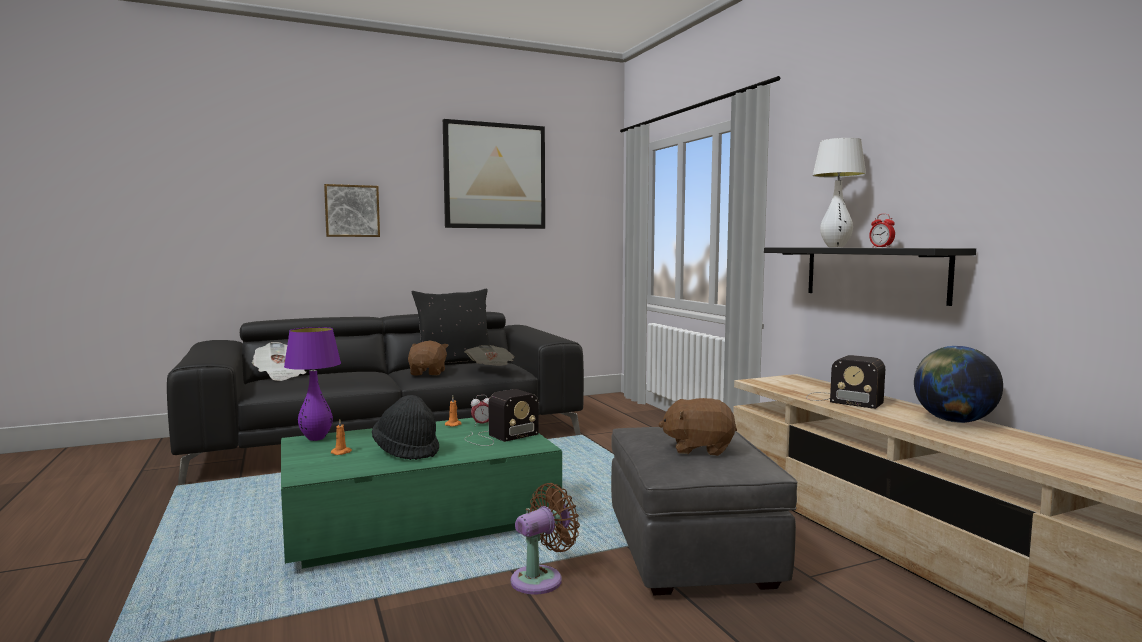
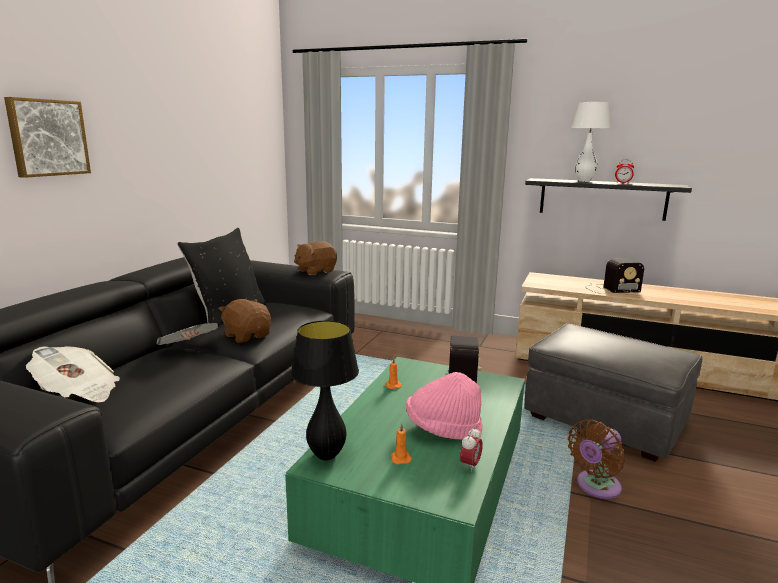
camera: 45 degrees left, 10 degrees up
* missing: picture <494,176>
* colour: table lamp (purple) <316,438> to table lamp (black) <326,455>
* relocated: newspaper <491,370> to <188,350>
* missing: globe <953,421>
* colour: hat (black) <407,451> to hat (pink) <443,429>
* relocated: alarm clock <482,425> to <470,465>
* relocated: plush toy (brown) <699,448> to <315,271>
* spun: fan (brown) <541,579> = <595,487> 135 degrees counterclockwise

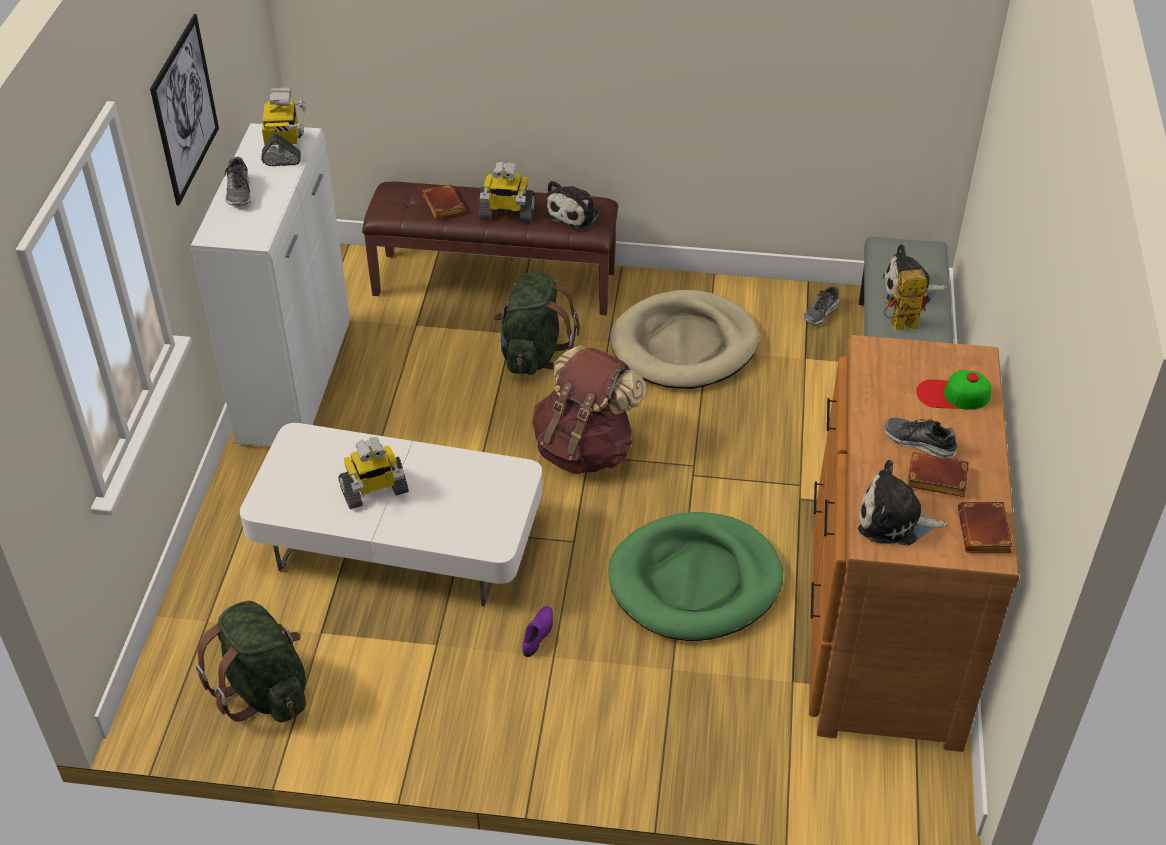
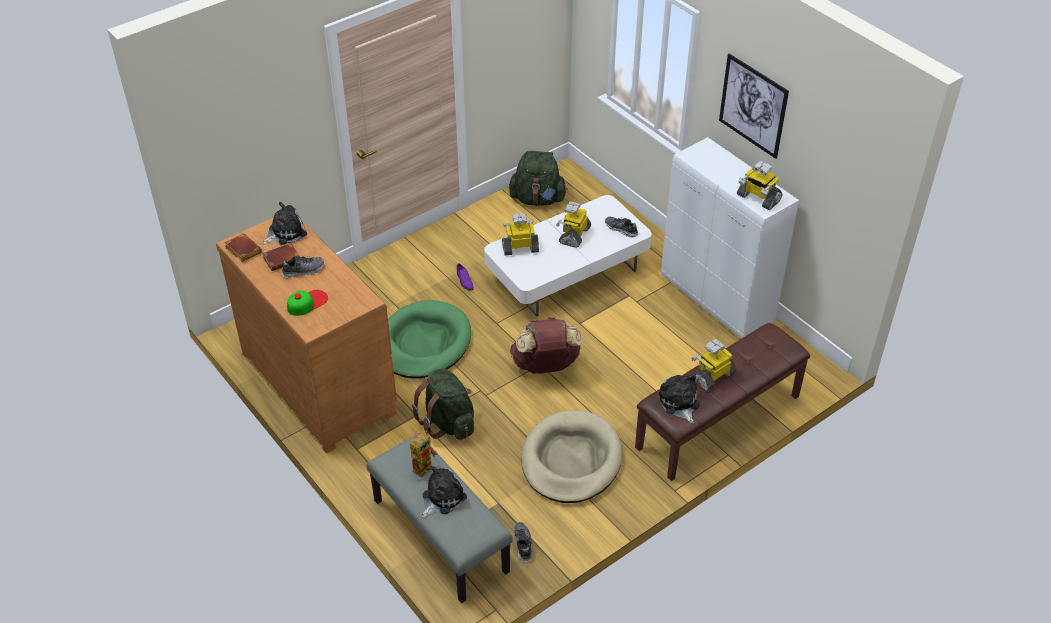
camera: 135 degrees right, 0 degrees up
* relocated: shoe <239,192> to <621,229>
* missing: book (brown) <442,205>
* relocated: backpack (green) <534,355> to <448,422>
* appeared: toy robot <520,248>

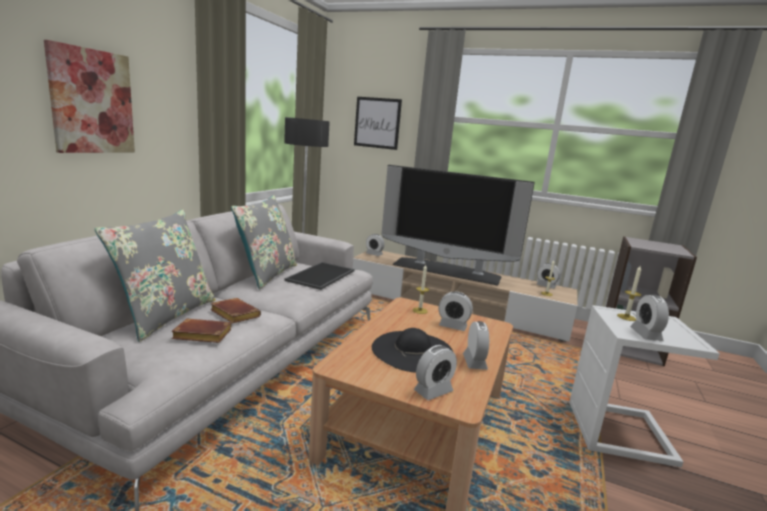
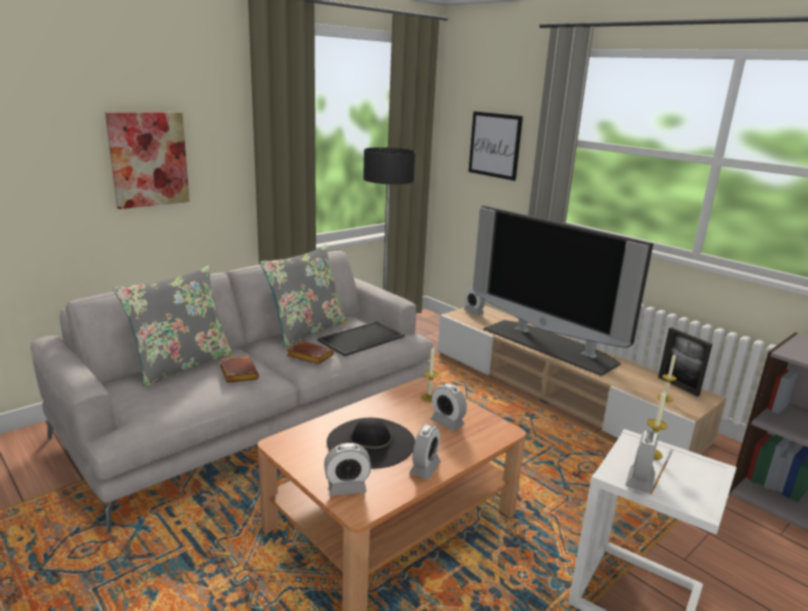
camera: 25 degrees right, 5 degrees up
* exchanged: alarm clock <546,286> to picture frame <678,386>
* relocated: book (brown) <200,336> to <308,356>

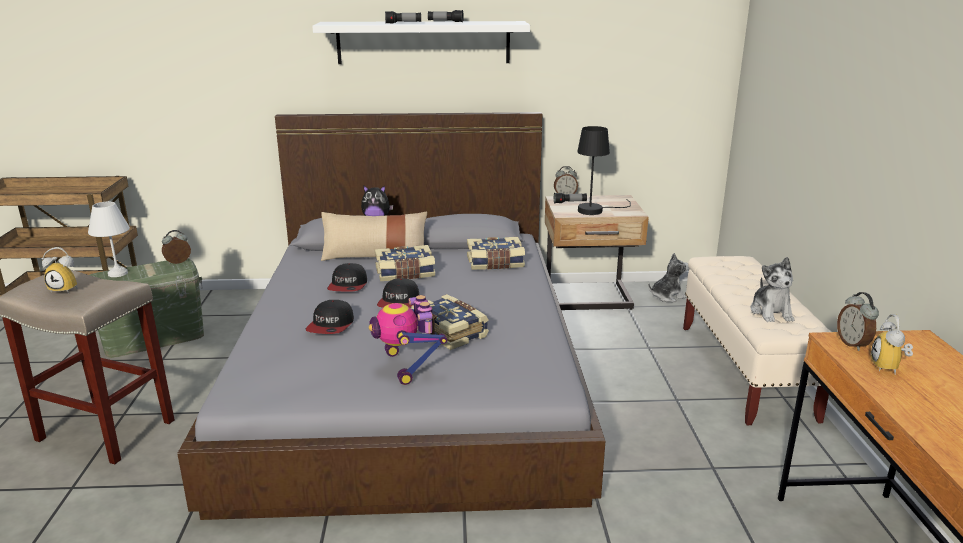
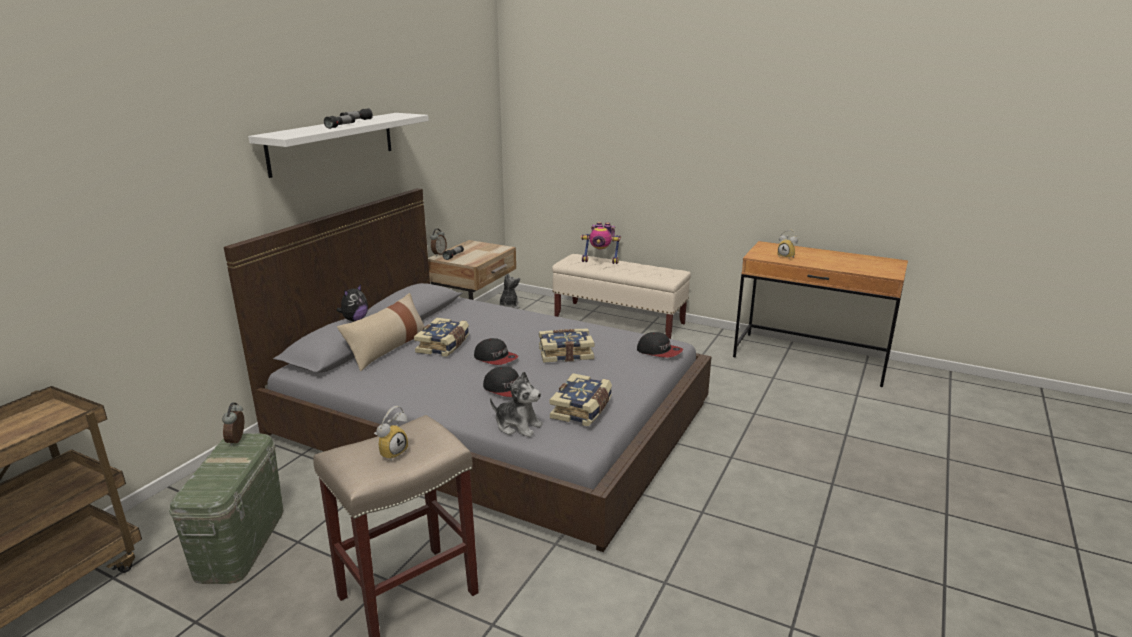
camera: 60 degrees left, 0 degrees up
* missing: table lamp (black) <596,210>
* missing: table lamp (white) <119,273>
* relocated: book <495,263> to <582,410>
* relocated: plush toy <771,312> to <518,426>
* relocated: cap <348,286> to <659,351>
* missing: alarm clock <853,344>
* relocated: toy robot <408,366> to <601,261>

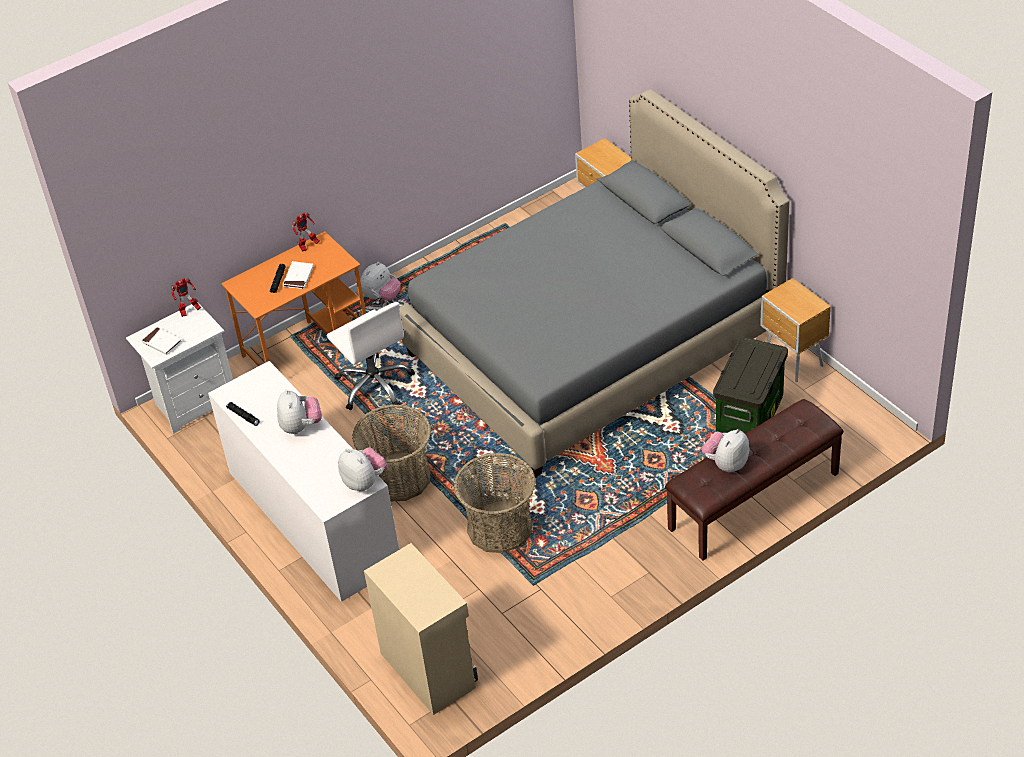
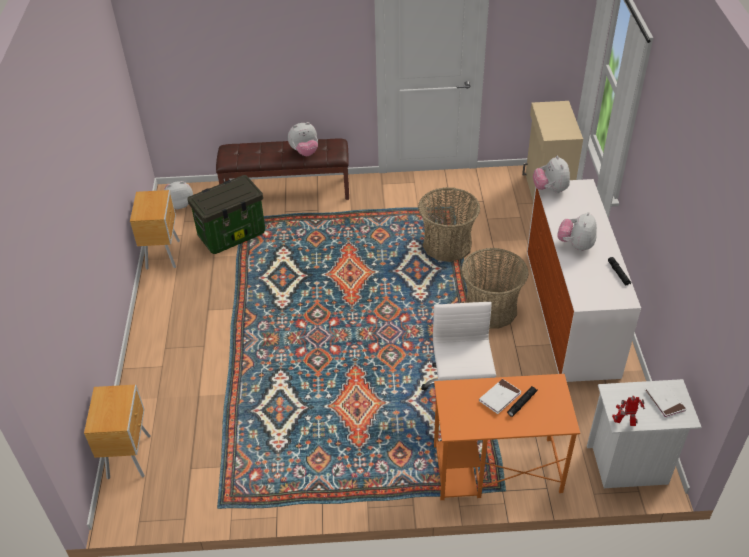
camera: 150 degrees left, 0 degrees up
* missing: bed (grey) <593,343>
* missing: toy robot <308,246>
* relocated: plush toy <381,297> to <180,204>

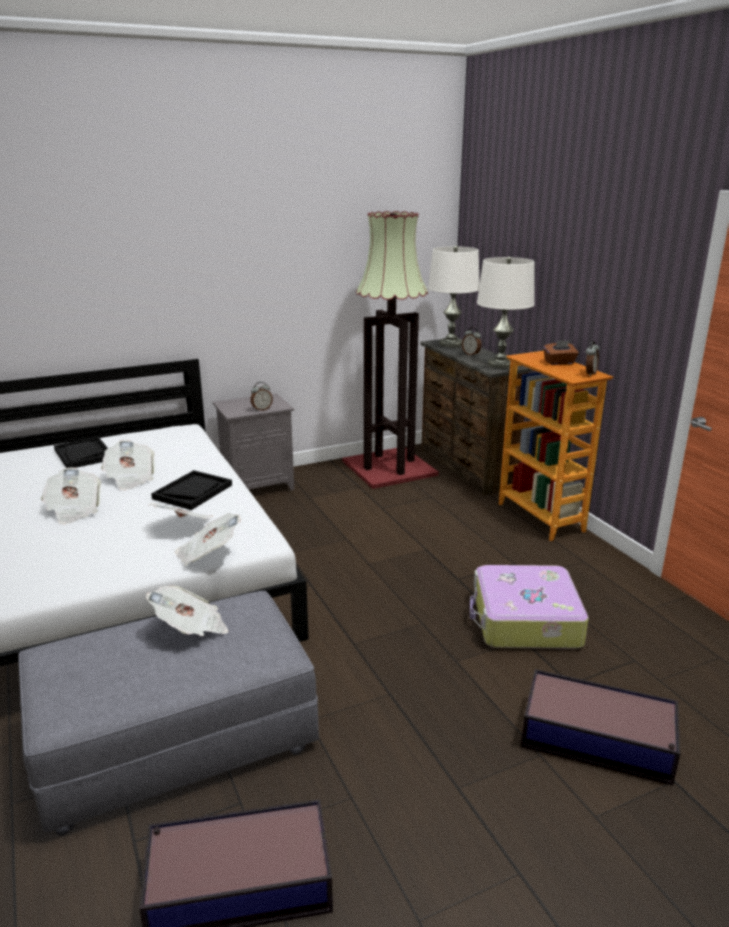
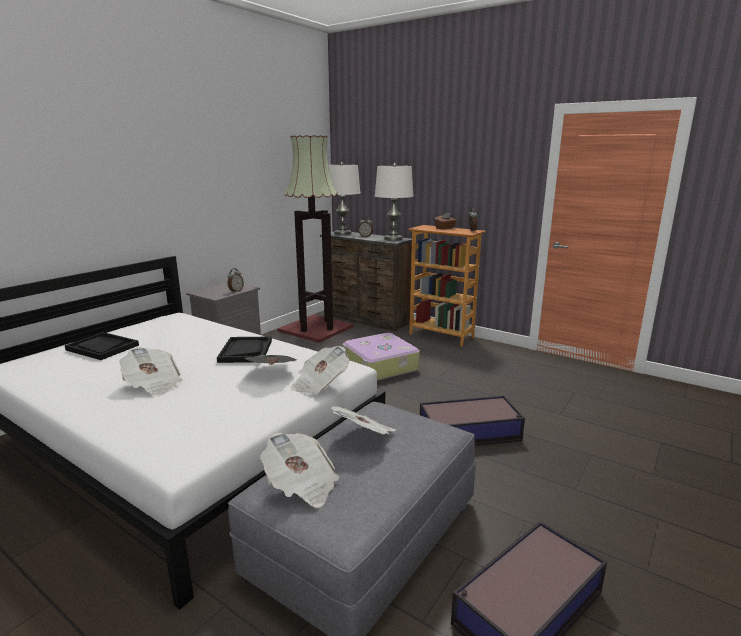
camera: 30 degrees left, 5 degrees down
* relocated: newspaper <130,478> to <301,485>
* relocated: suitcase <524,621> to <379,366>
* relocated: storage box <599,739> to <470,432>

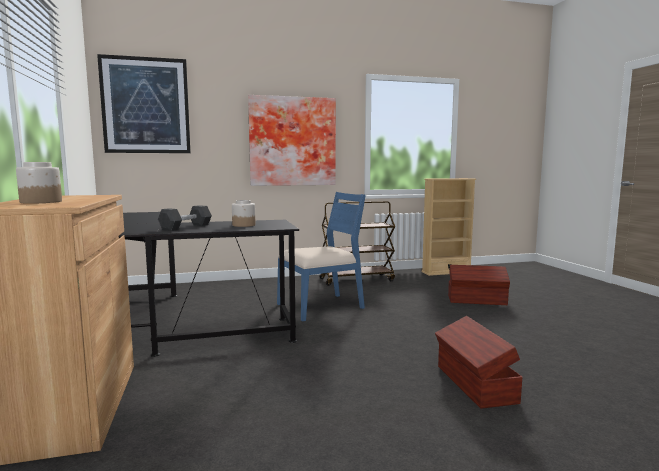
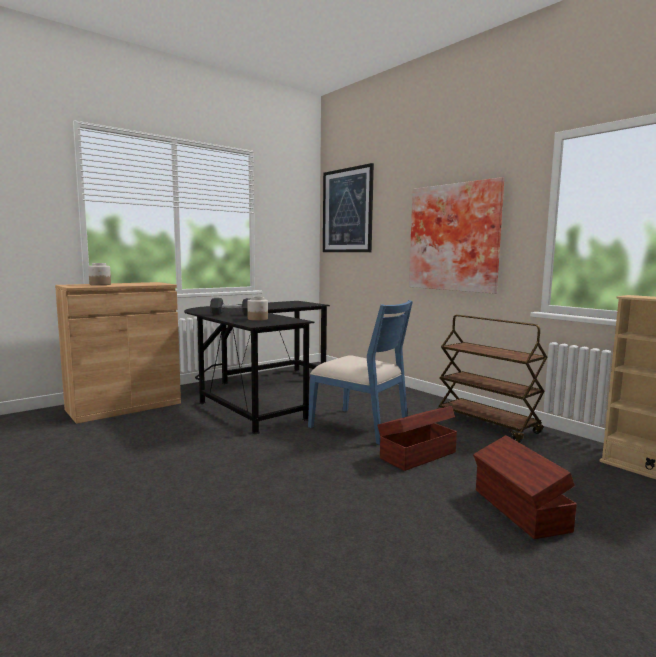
camera: 65 degrees right, 0 degrees up
* relocated: storage box (brown) <474,384> to <416,455>

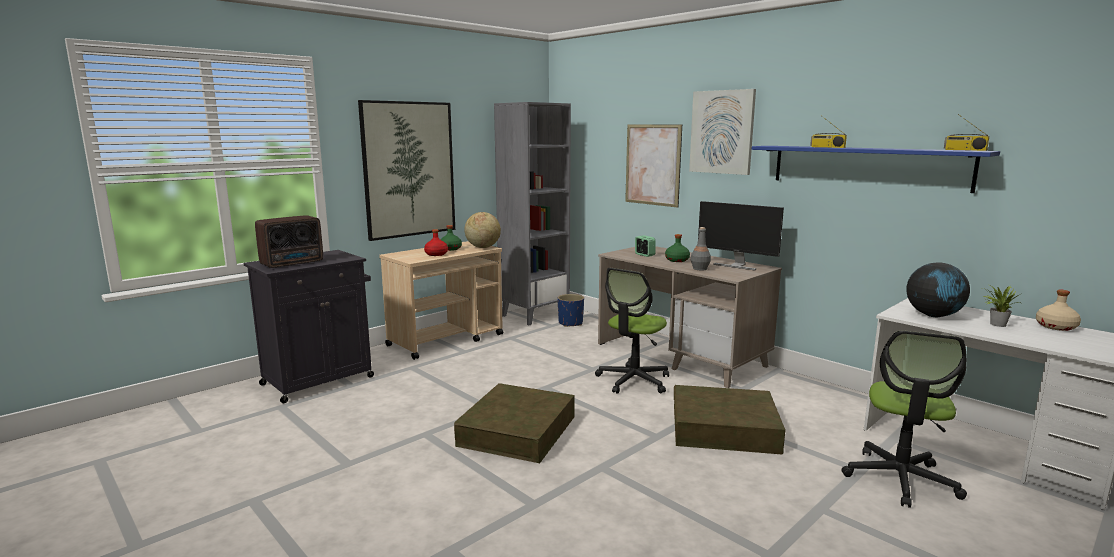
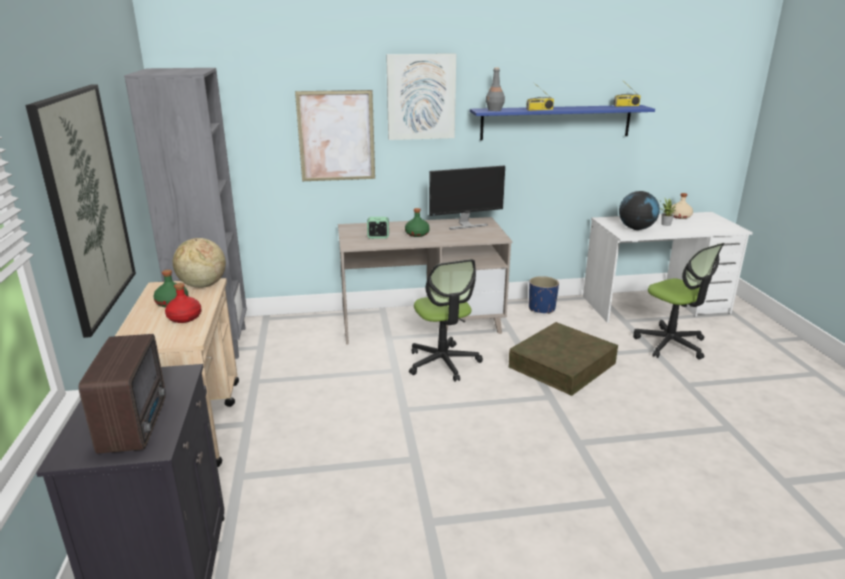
camera: 55 degrees left, 10 degrees up
* relocated: bottle (grey) <700,269> to <494,110>
* relocated: planter (blue) <571,323> to <542,308>
* missing: storage box (brown) <517,431>

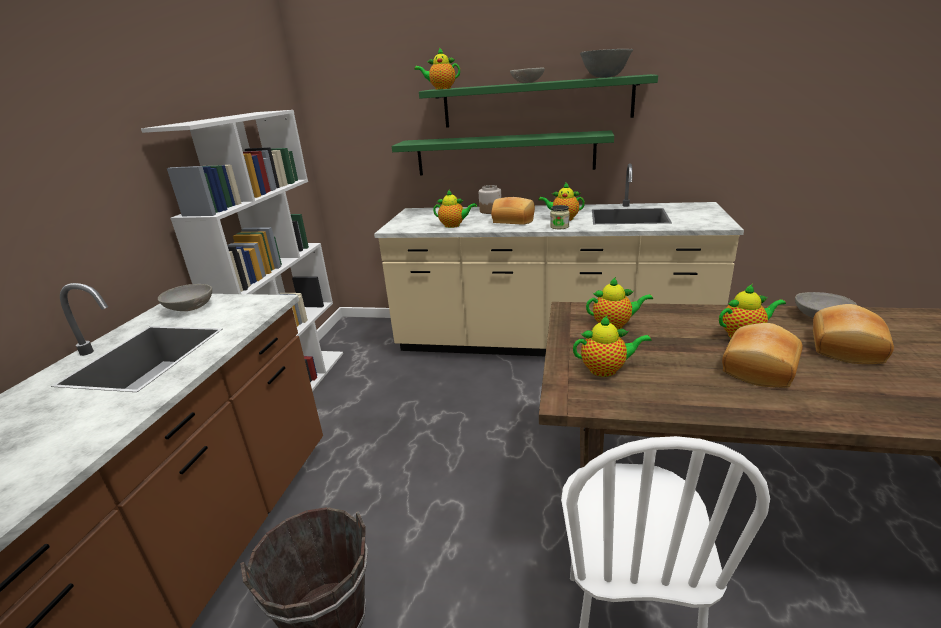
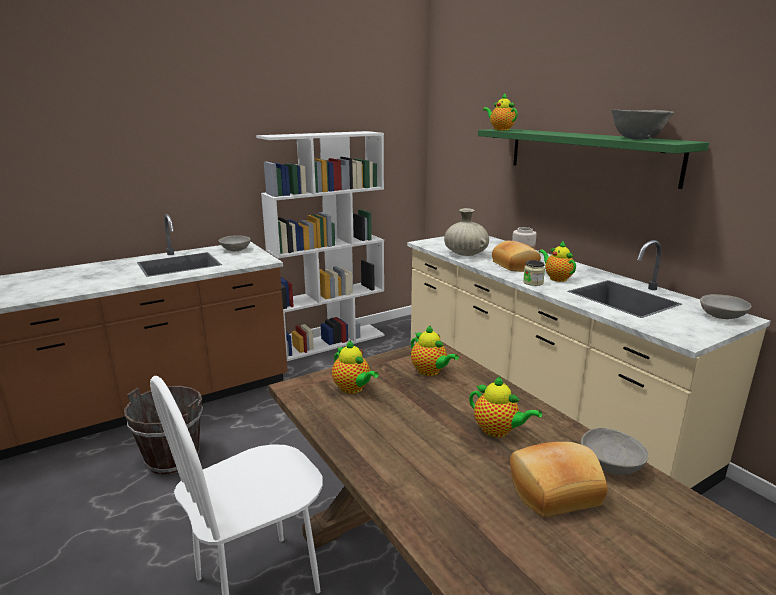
camera: 45 degrees right, 5 degrees down
* relocated: bowl (grey) <527,83> to <722,317>
* missing: shelf (green) <504,154>
* exchanged: teapot <454,225> to vase (beige) <465,254>
* missing: bread <757,368>

